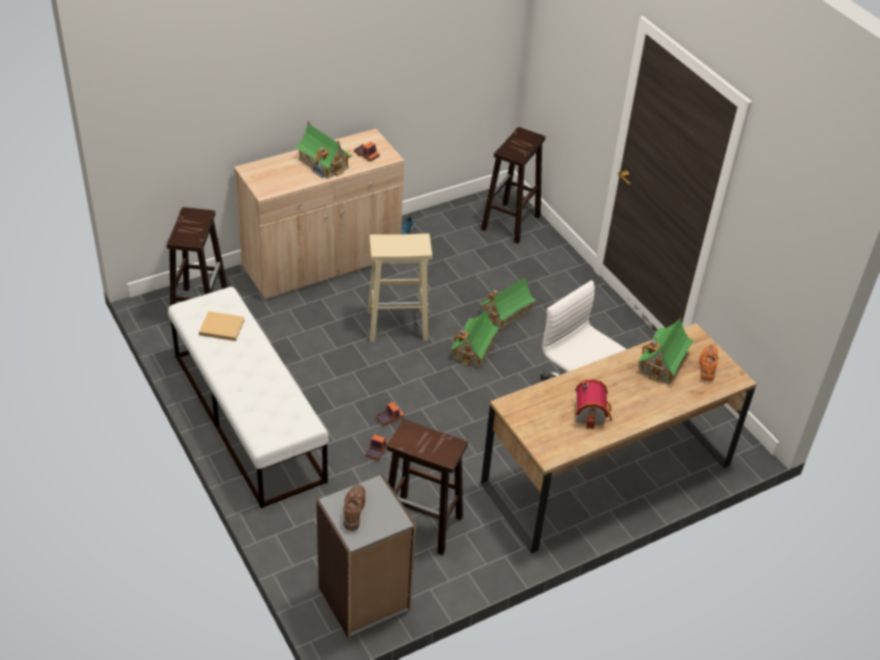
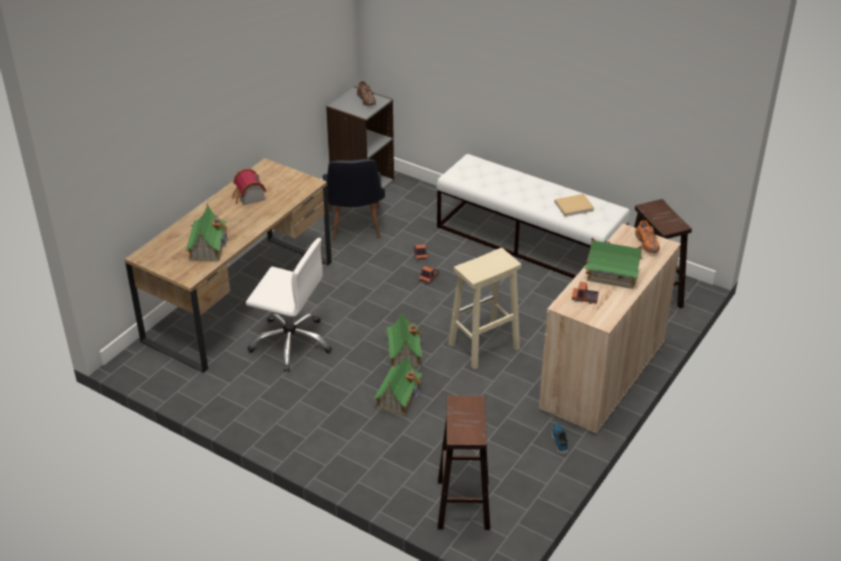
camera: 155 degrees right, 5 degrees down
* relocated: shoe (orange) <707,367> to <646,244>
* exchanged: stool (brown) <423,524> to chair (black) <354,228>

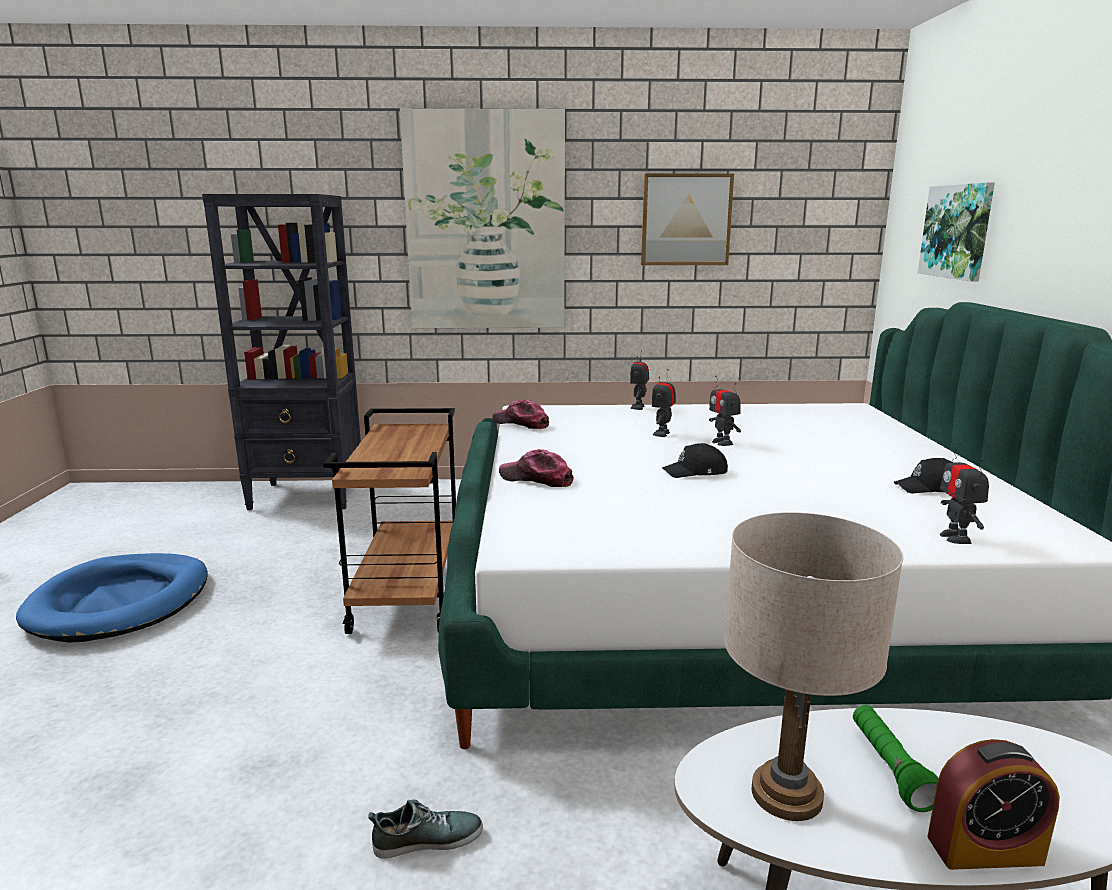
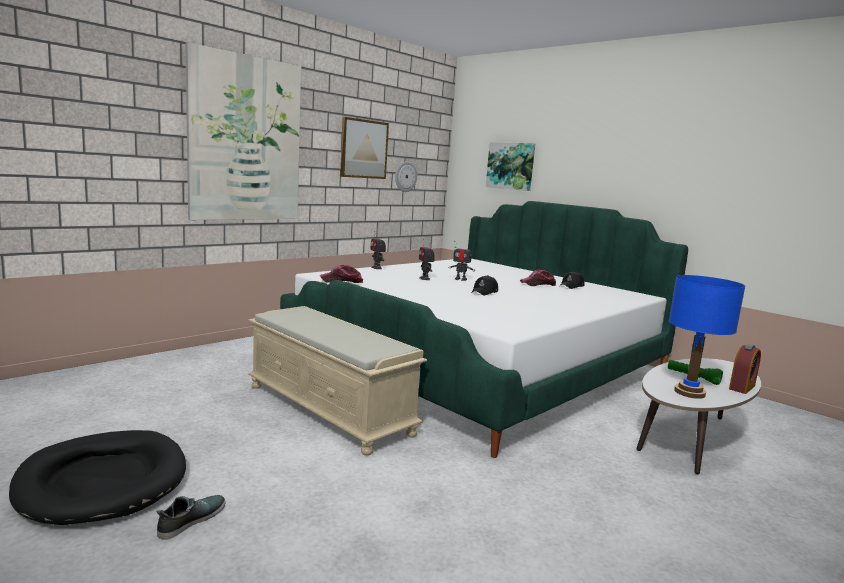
camera: 45 degrees left, 5 degrees down
* missing: bookcase (black) <308,496>
* exchanged: cart (brown) <408,597> to bench (beige) <330,410>
* missing: toy robot <955,538>
* relocated: cap <536,479> to <538,284>
* colour: table lamp (beige) <786,794> to table lamp (blue) <689,393>
* colour: dog bed (blue) <121,602> to dog bed (black) <103,481>
* relocated: shoe <427,839> to <191,520>
* appeared: wall clock <405,176>

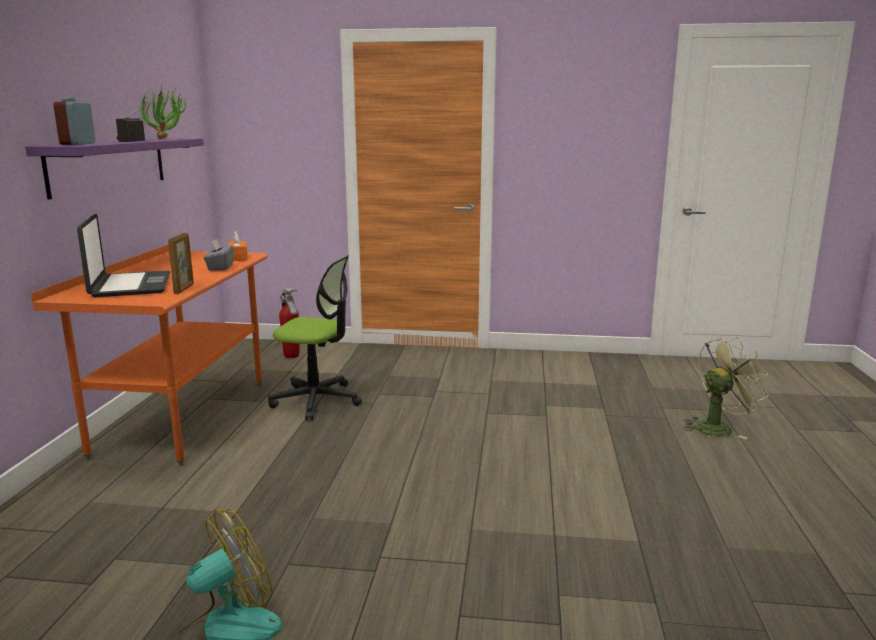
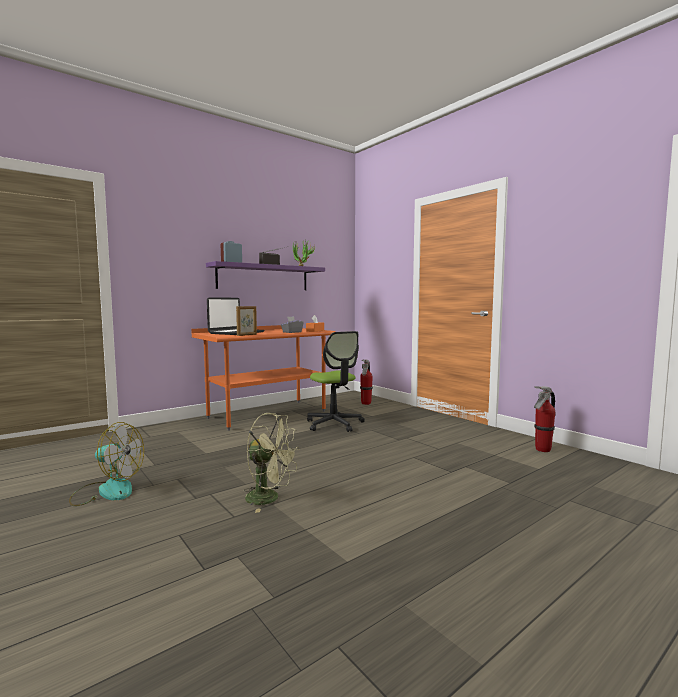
camera: 45 degrees right, 10 degrees down
* relocated: fan (green) <718,427> to <269,498>
* appeared: fire extinguisher <542,450>

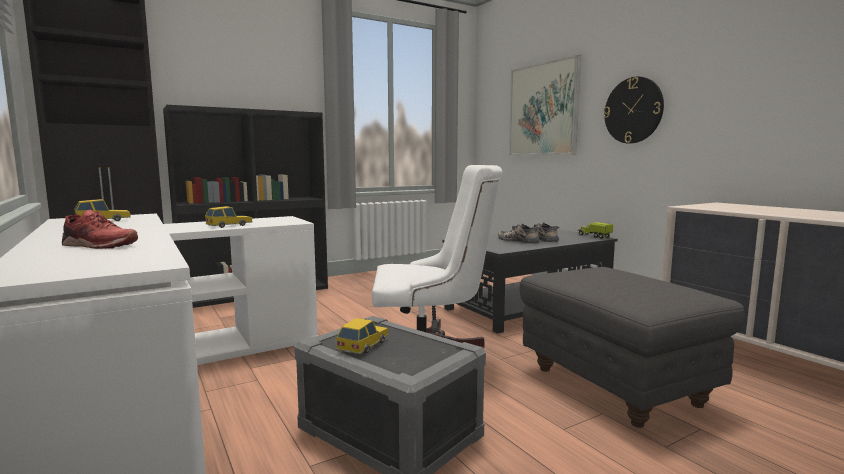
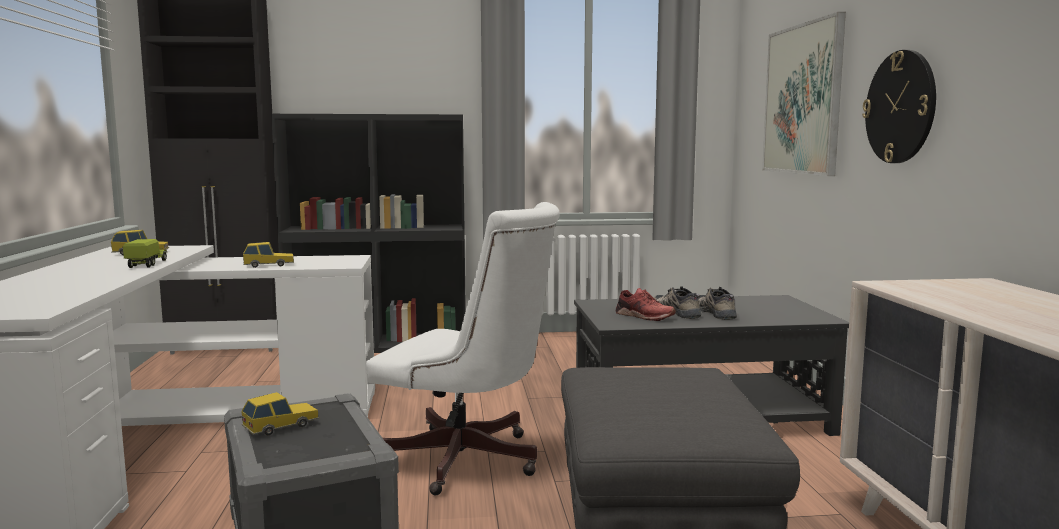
camera: 25 degrees right, 0 degrees up
* relocated: shoe (red) <98,245> to <643,316>
* relocated: toy truck <594,236> to <148,264>

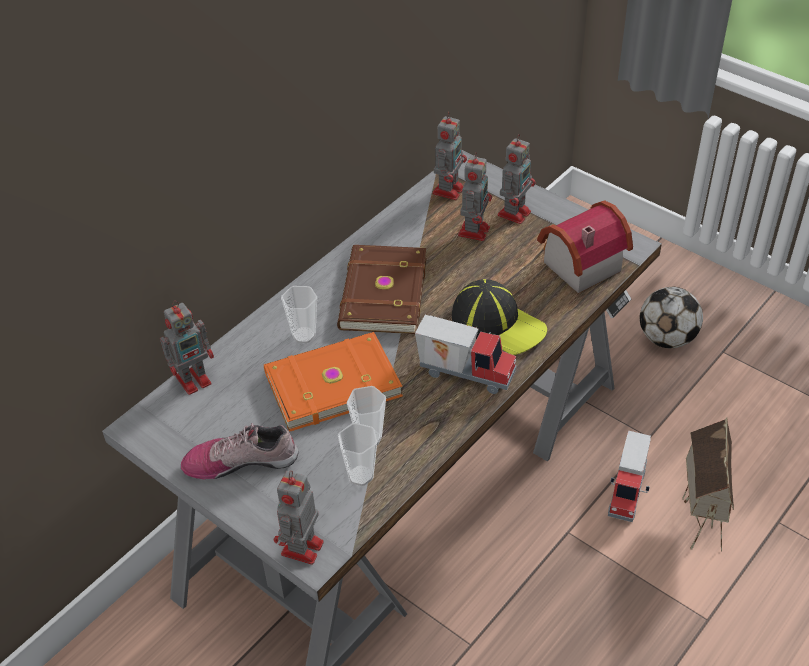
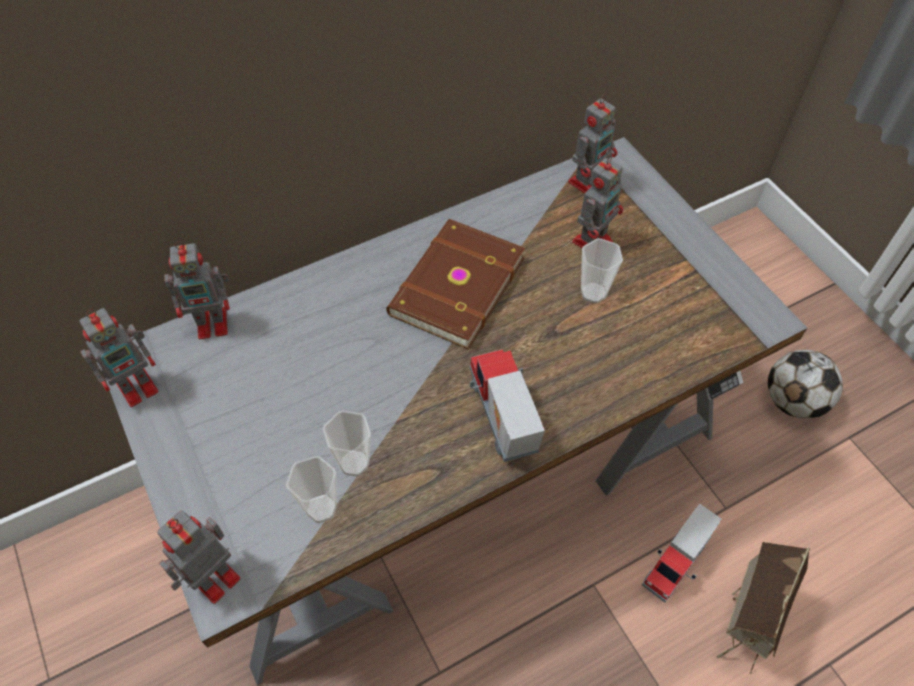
camera: 20 degrees right, 10 degrees up
* relocated: toy robot <515,212> to <139,386>
* missing: toy house <577,264>
* missing: cap <498,323>
* relocated: cup <304,335> to <593,293>
* spun: toy truck <466,372> = <500,418> 150 degrees counterclockwise
* missing: book (orange) <331,383>
* missing: shoe <241,460>

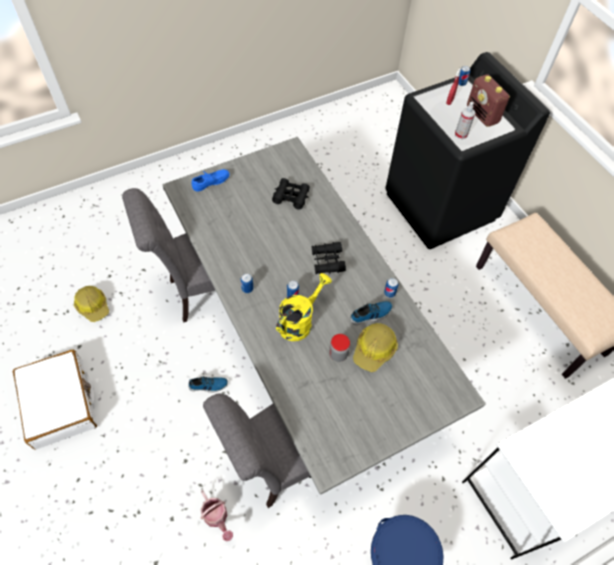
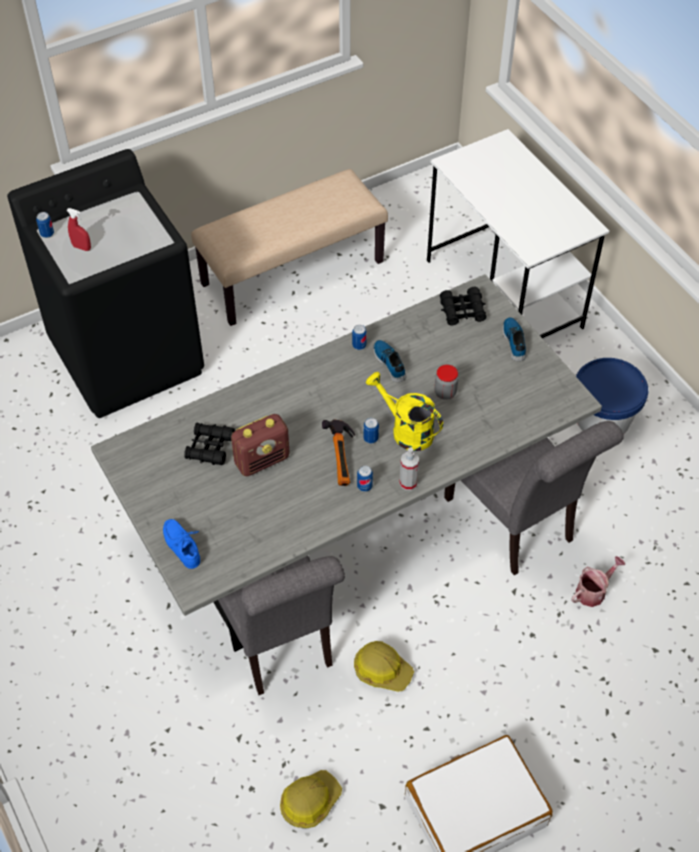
camera: 90 degrees left, 5 degrees down
* relocated: radio <482,115> to <262,460>
* relocated: spray bottle <461,134> to <408,483>
* relocated: binoculars (black) <327,261> to <462,311>
* relocated: hard hat <374,349> to <382,670>
* relocated: shoe <208,386> to <515,341>
* appeared: hammer <343,459>

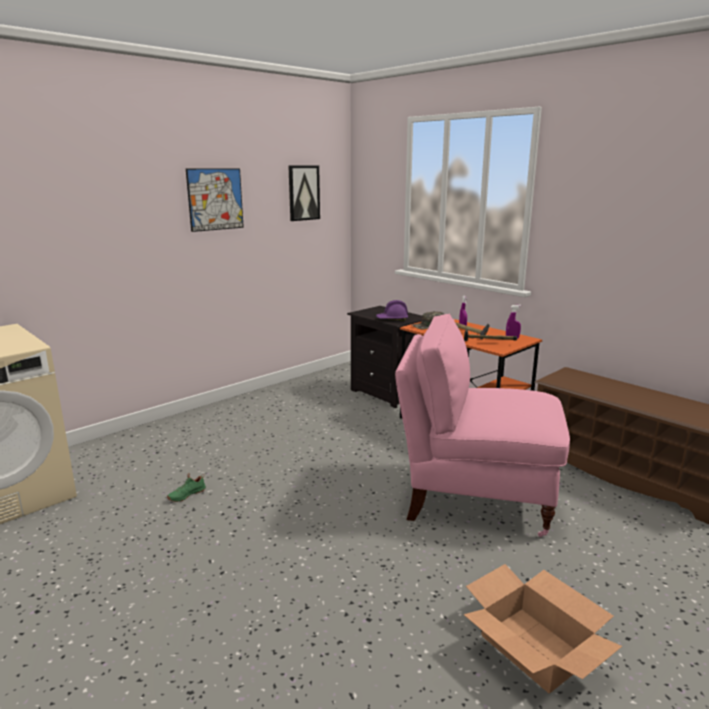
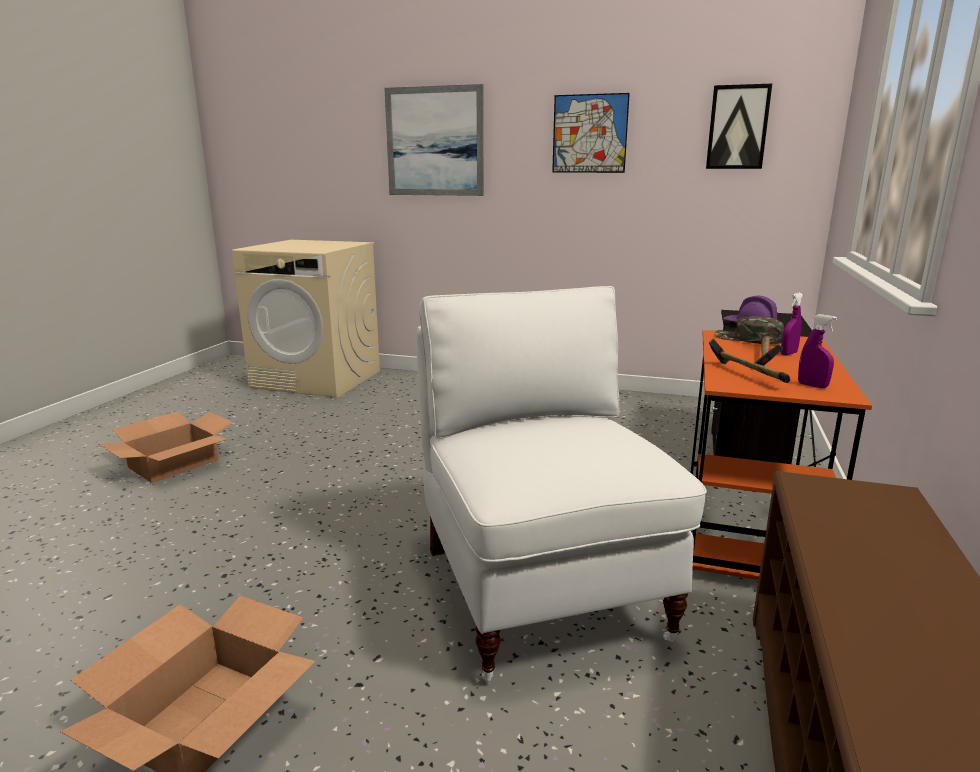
camera: 60 degrees right, 0 degrees up
* colour: chair (pink) <474,497> to chair (white) <540,589>
* missing: shoe (green) <186,494>
* appeared: picture <434,142>
* appeared: cardboard box <174,464>

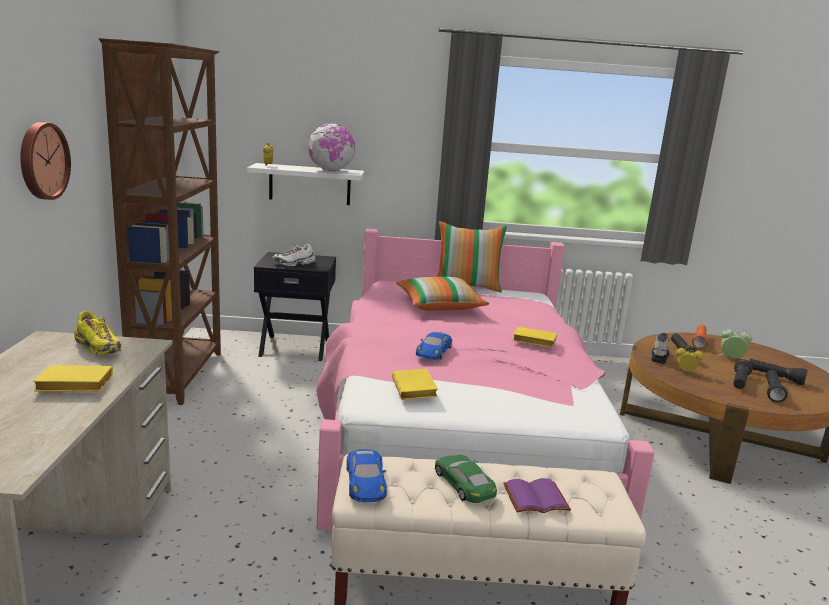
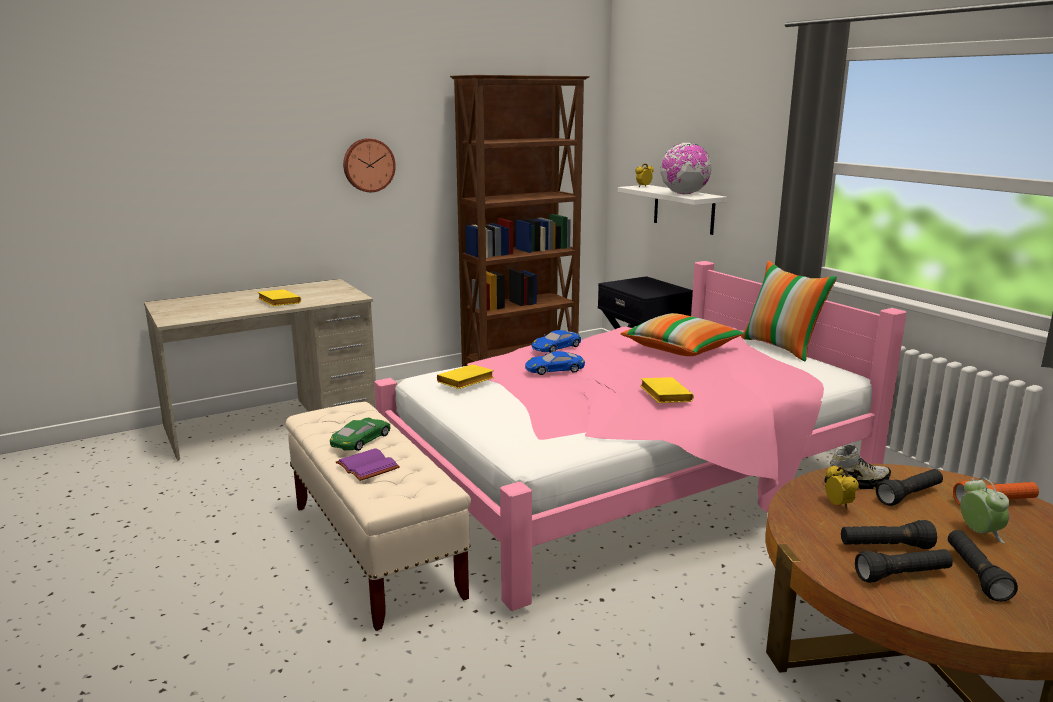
camera: 60 degrees right, 0 degrees up
* missing: shoe (white) <294,264>
* missing: shoe (yellow) <98,348>
* relocated: toy car (blue) <365,481> to <556,347>

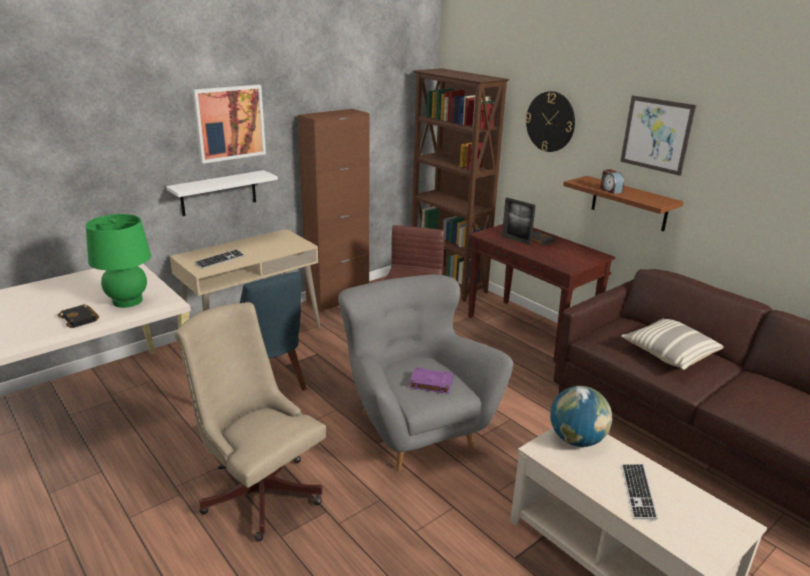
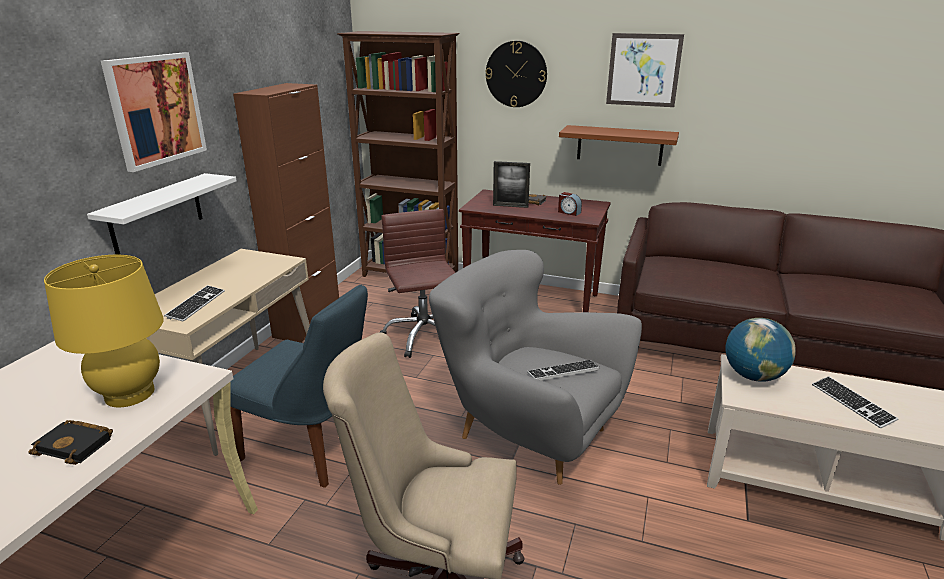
camera: 30 degrees left, 0 degrees up
* relocated: alarm clock <610,190> to <569,212>
* colour: table lamp (green) <127,301> to table lamp (yellow) <129,394>
* missing: pillow <669,354>
* exchanged: book (purple) <430,383> to keyboard <563,371>

